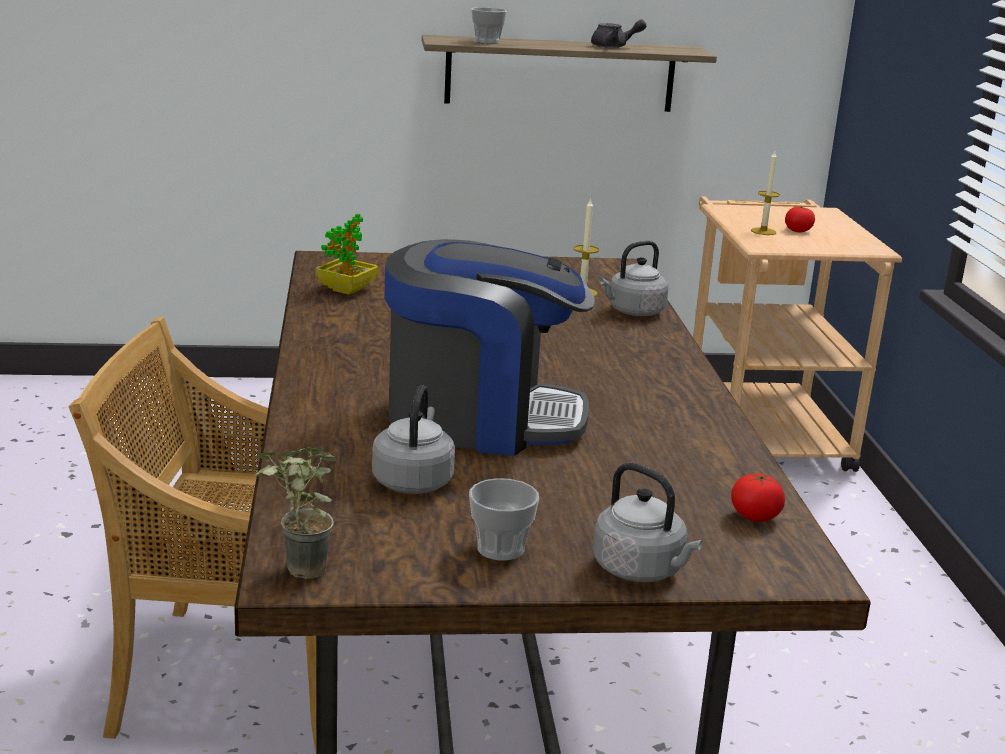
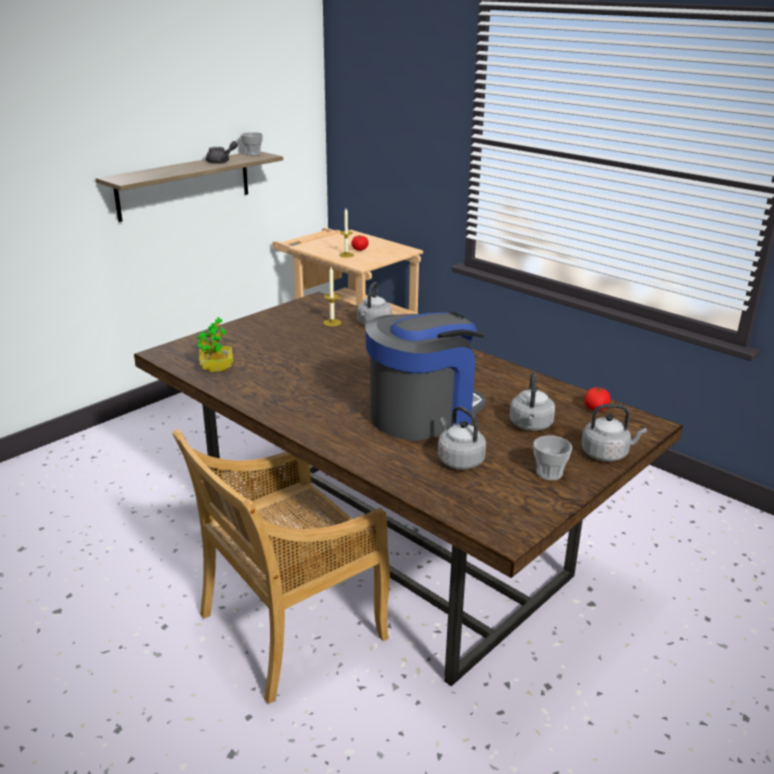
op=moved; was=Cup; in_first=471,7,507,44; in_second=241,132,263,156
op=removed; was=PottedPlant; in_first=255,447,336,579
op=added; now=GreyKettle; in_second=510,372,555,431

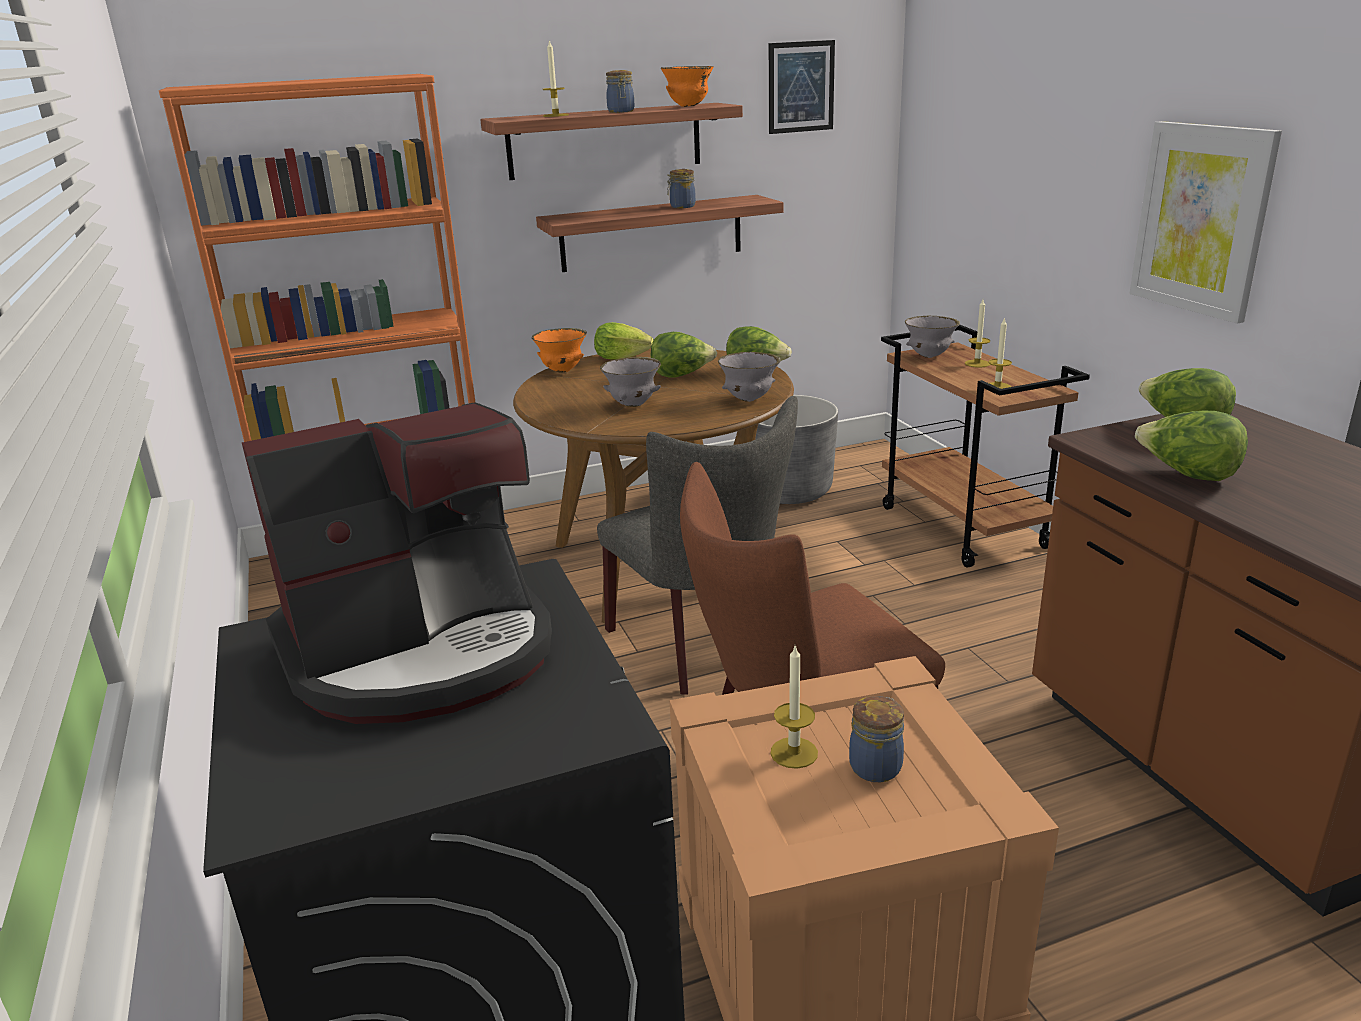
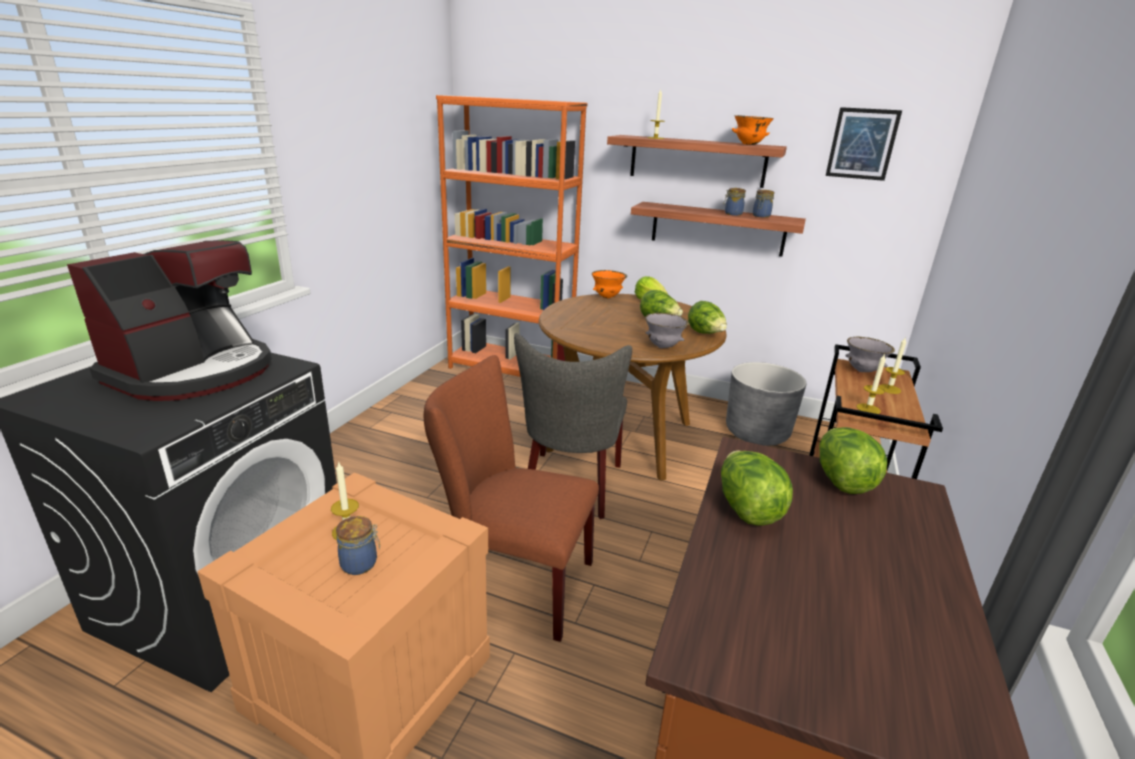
op=moved; was=Jar; in_first=606,70,634,113; in_second=753,190,774,218
op=removed; was=Picture; in_first=1130,121,1282,324
op=removed; was=GreyBowl; in_first=600,357,661,407
op=turned; was=CoffeeMachine; in_first=242,402,552,724; in_second=67,240,272,401; clockwise=-75

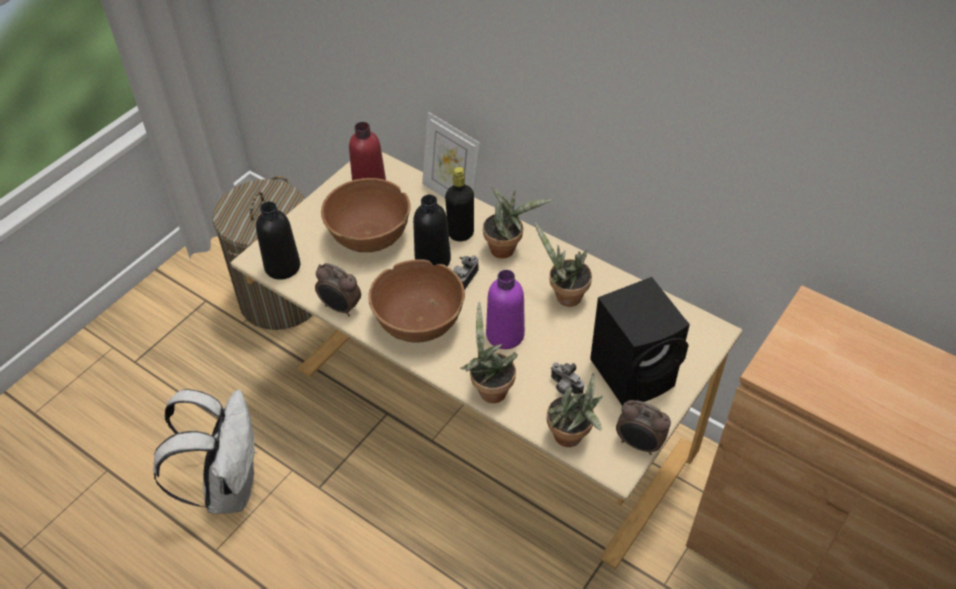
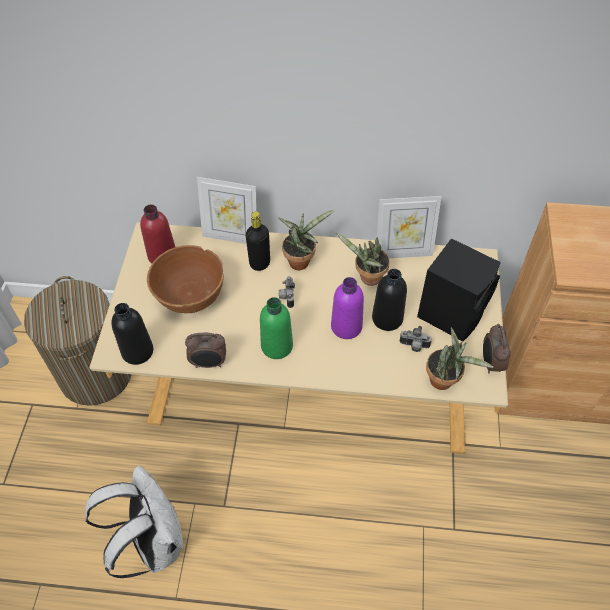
op=moved; was=BlackBottle; in_first=413,194,451,266; in_second=372,269,407,331
op=replaced; was=BrownBowl; now=GreenBottle; in_first=368,259,465,342; in_second=260,297,293,359
op=removed; was=PottedPlant; in_first=460,301,518,403
op=turned; was=AlarmClock; in_first=616,400,671,455; in_second=483,324,511,374; clockwise=90
op=added; now=PictureFrame; in_second=377,196,442,258

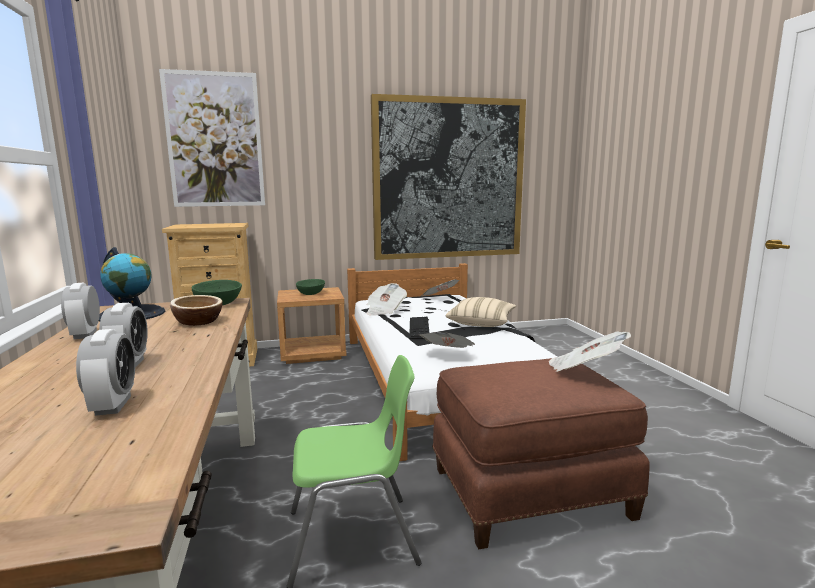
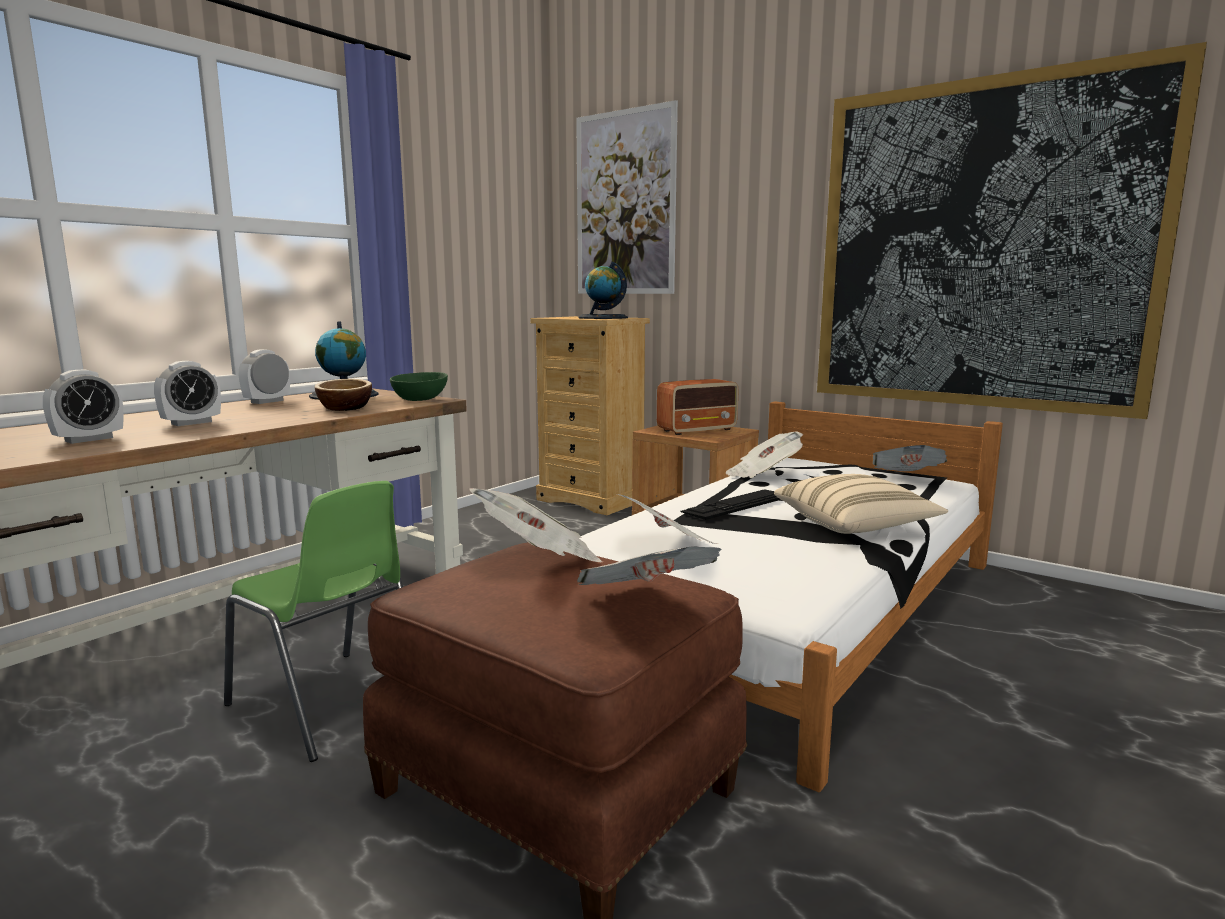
op=replaced; was=GreenBowl; now=Radio; in_first=296,279,325,295; in_second=657,379,739,435
op=added; now=Globe; in_second=579,261,628,319
op=added; now=Newspaper; in_second=469,488,603,562

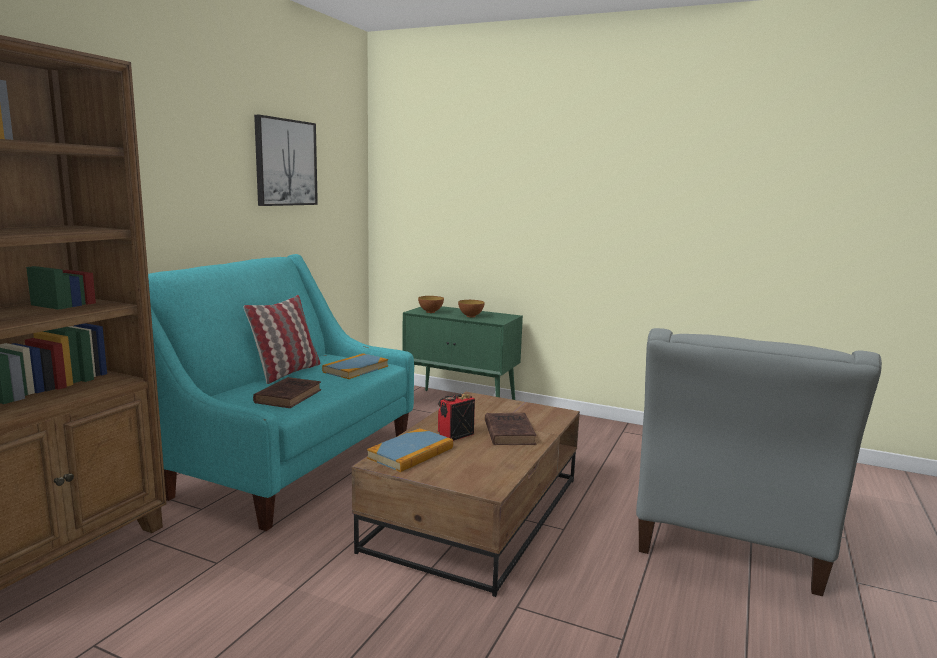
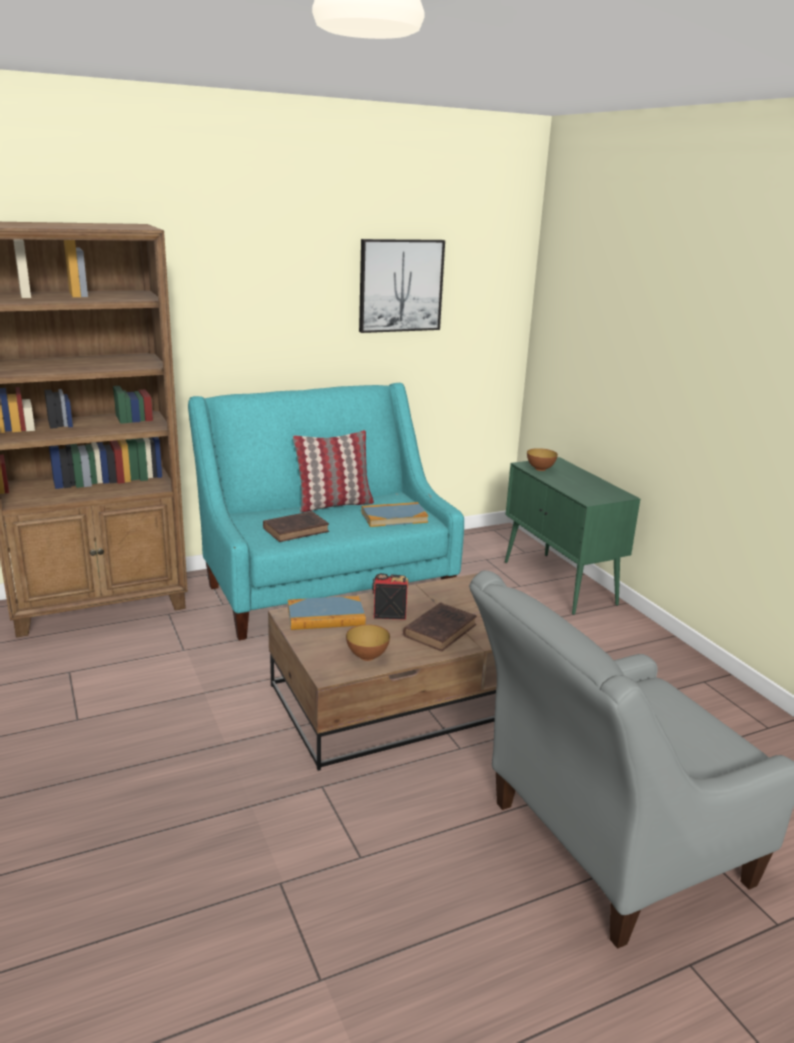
op=moved; was=Bowl; in_first=458,300,485,318; in_second=346,624,390,661

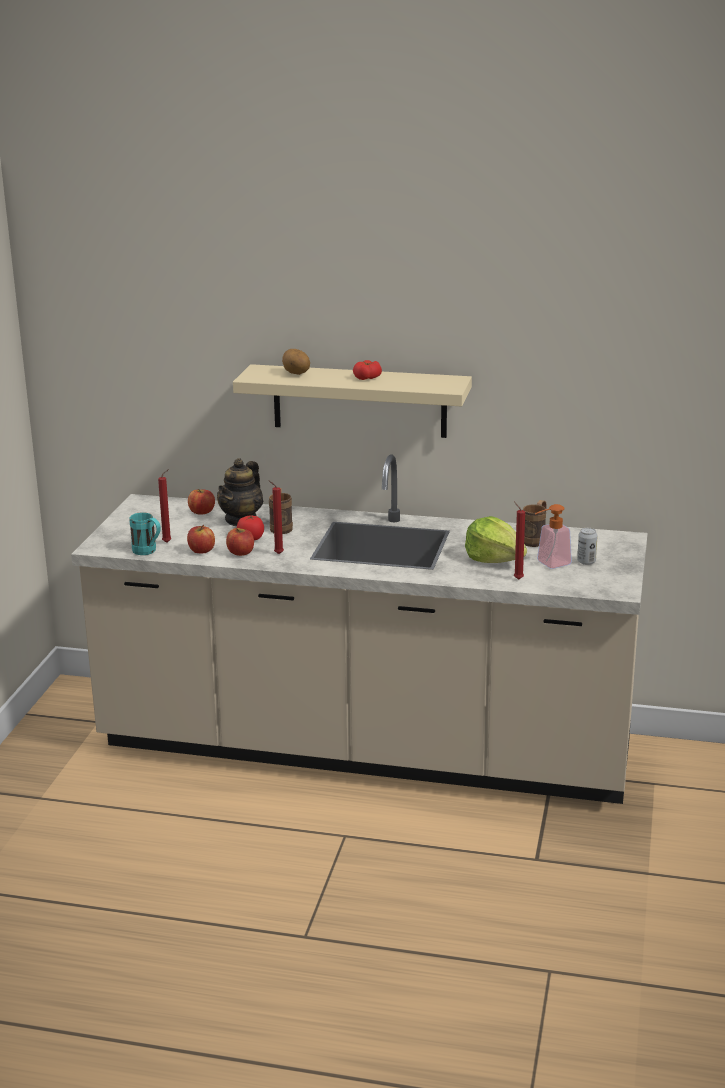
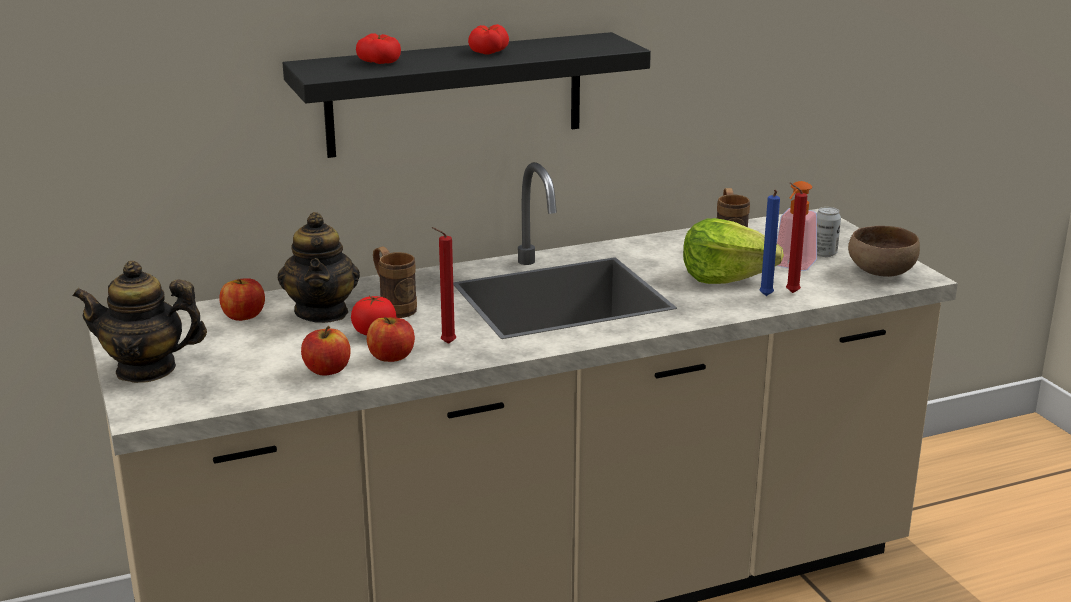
op=replaced; was=Potato; now=Tomato; in_first=282,349,310,375; in_second=356,34,401,64
op=recoloured; was=BeigeShelf; now=BlackShelf; in_first=233,364,472,438; in_second=283,32,651,158
op=removed; was=RedCandle; in_first=158,469,171,543
op=removed; was=TurquoiseMug; in_first=129,512,161,555
op=added; now=BlueCandle; in_second=759,189,780,296
op=added; now=BrownBowl; in_second=848,226,920,277
op=added; now=Teapot; in_second=73,261,207,383

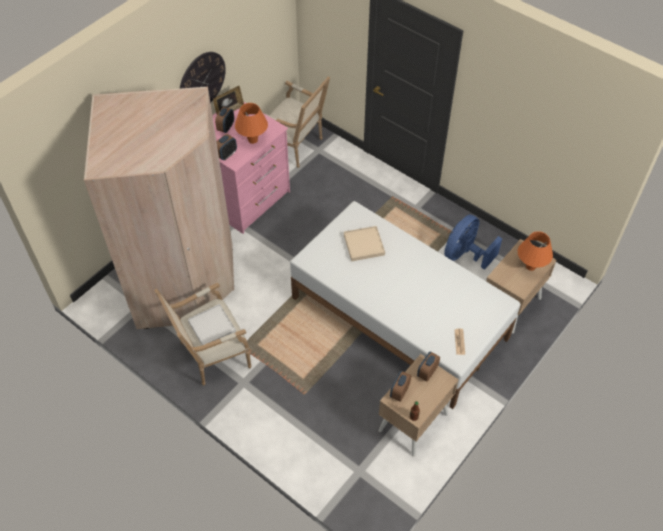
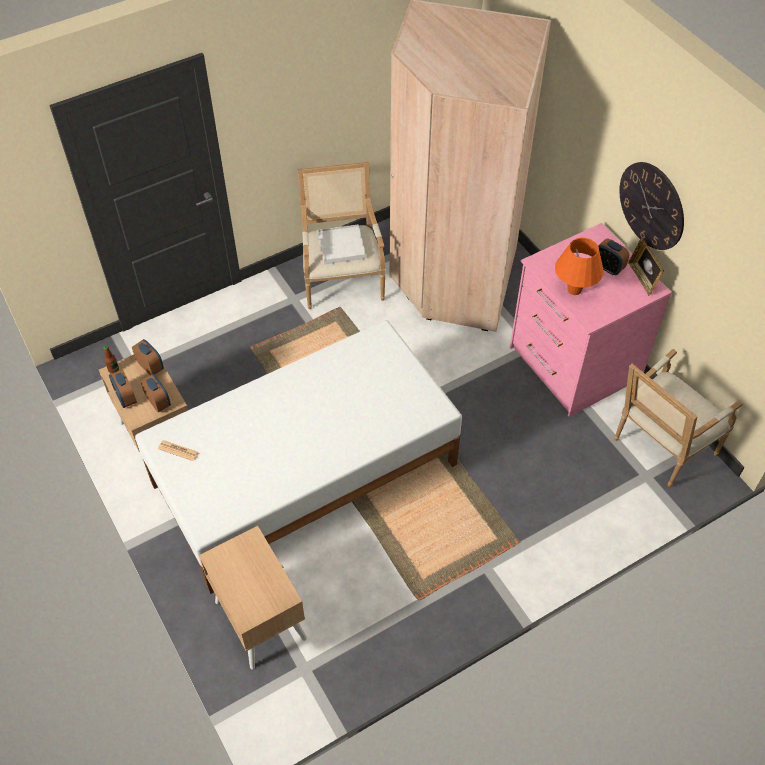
op=moved; was=AlarmClock; in_first=216,134,237,160; in_second=109,369,137,408
op=removed; was=BlueFan; in_first=444,214,502,270
op=removed; was=BeigeTray; in_first=344,226,385,261
op=removed; was=OrangeTableLamp; in_first=518,231,553,271

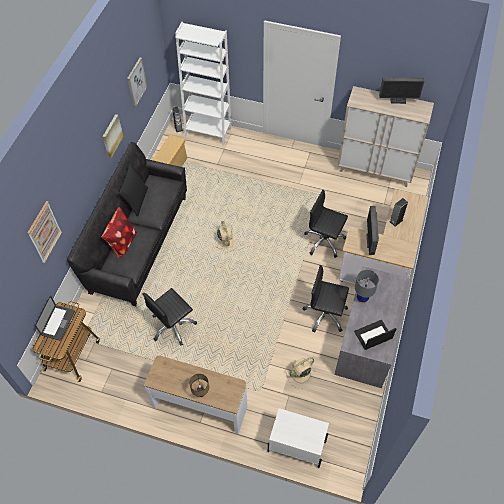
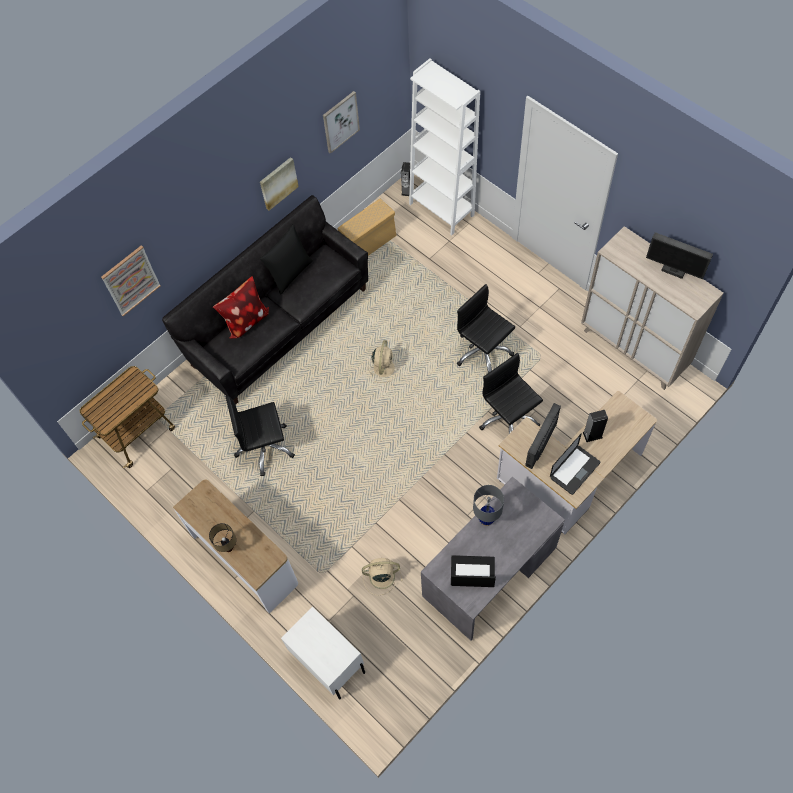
op=moved; was=BlackOfficeChair; in_first=303,265,349,333; in_second=457,284,515,373
op=moved; was=Laptop; in_first=35,295,75,341; in_second=550,433,600,495

